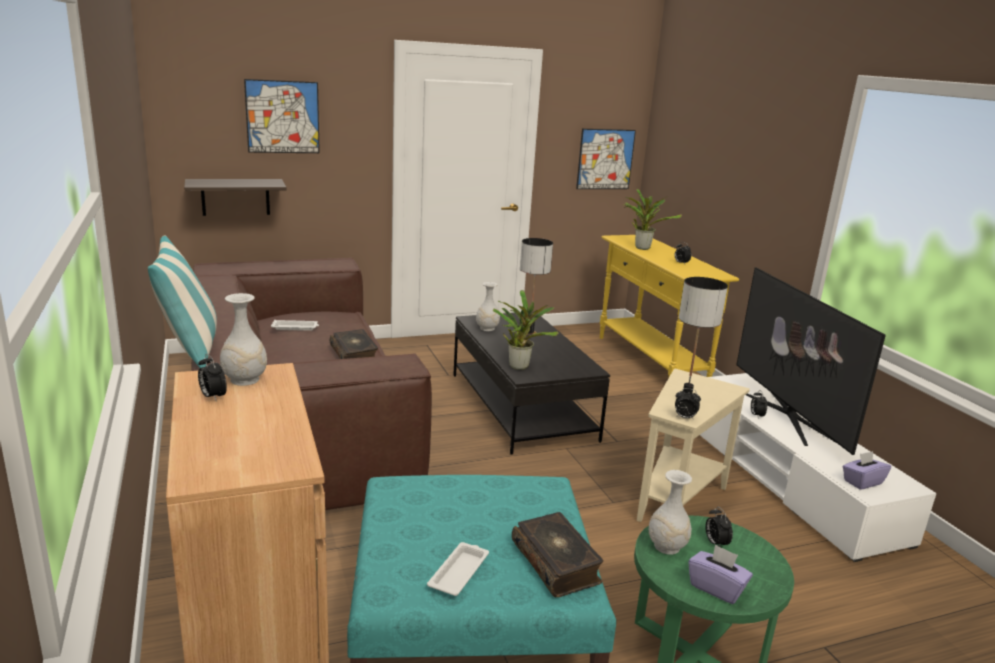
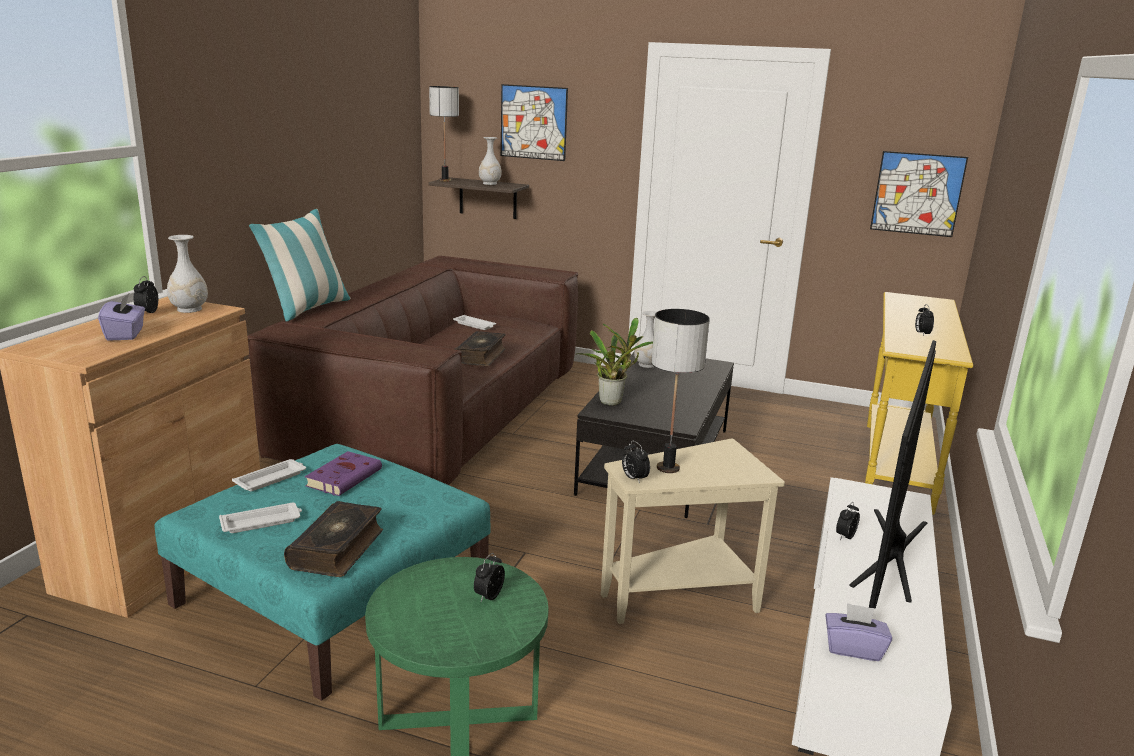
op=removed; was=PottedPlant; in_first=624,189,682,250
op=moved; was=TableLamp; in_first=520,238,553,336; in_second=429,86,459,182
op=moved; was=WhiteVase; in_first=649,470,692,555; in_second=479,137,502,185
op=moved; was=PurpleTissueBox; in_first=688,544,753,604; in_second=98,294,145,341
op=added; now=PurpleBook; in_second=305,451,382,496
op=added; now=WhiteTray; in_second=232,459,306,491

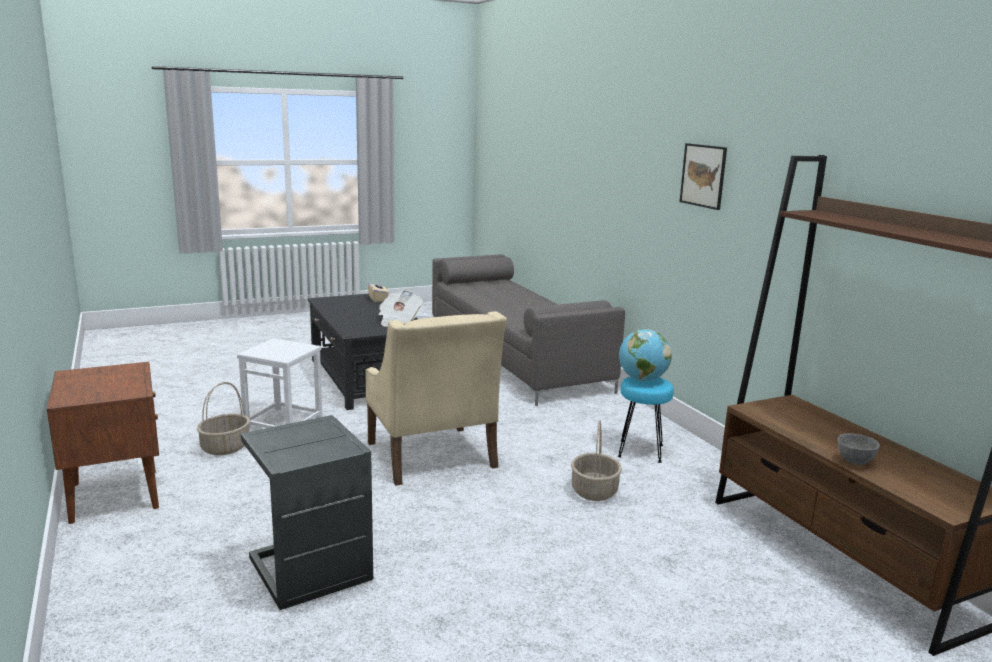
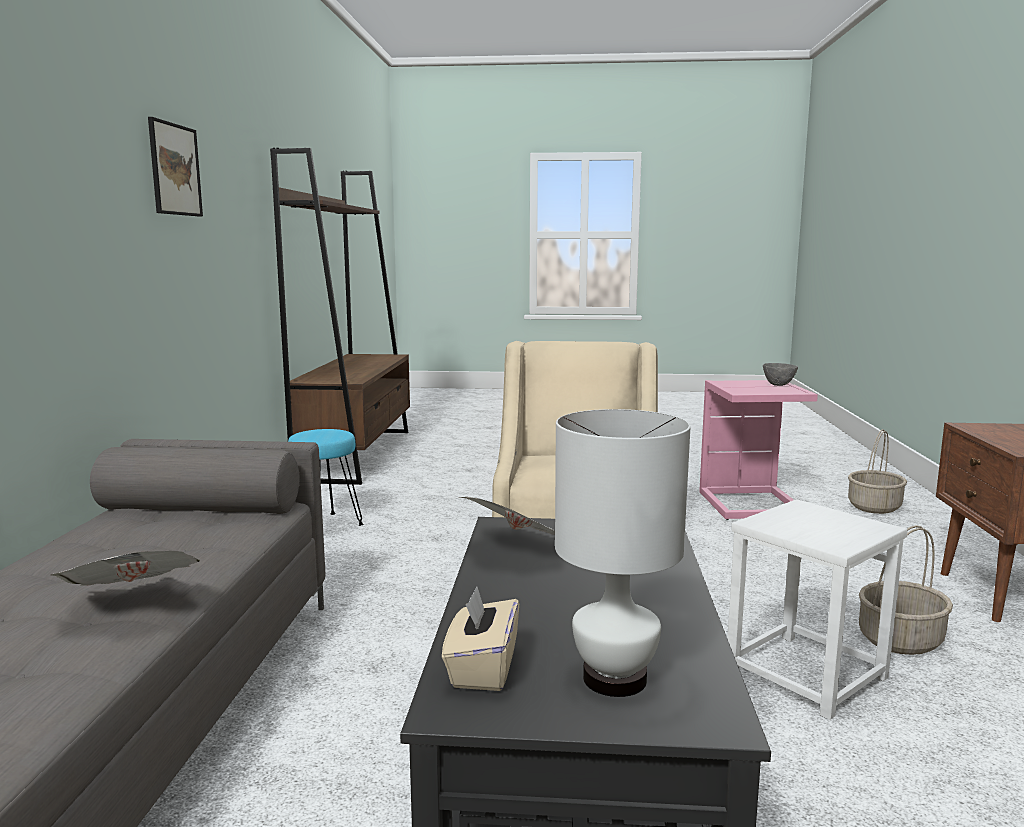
op=removed; was=Globe; in_first=619,329,672,381
op=recoloured; was=GreySideTable; now=PinkSideTable; in_first=241,415,373,610; in_second=699,380,818,520
op=moved; was=Basket; in_first=571,420,622,501; in_second=848,429,907,514
op=moved; was=GreyBowl; in_first=837,433,880,465; in_second=763,363,798,386
op=added; now=WhiteTableLamp; in_second=555,409,691,697
op=added; now=Newspaper; in_second=51,551,200,585

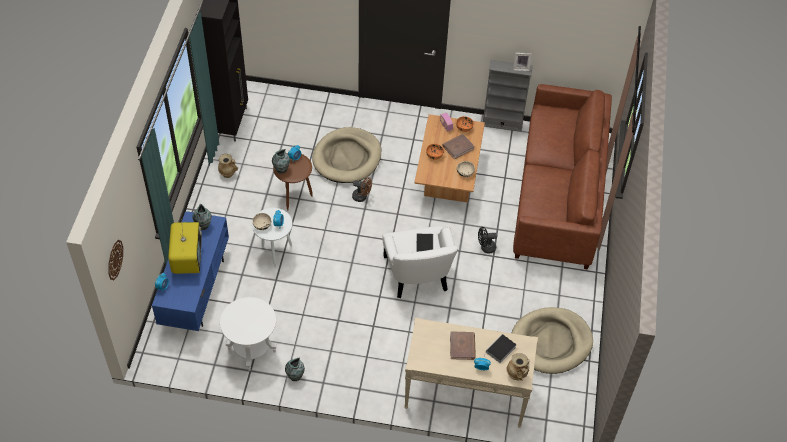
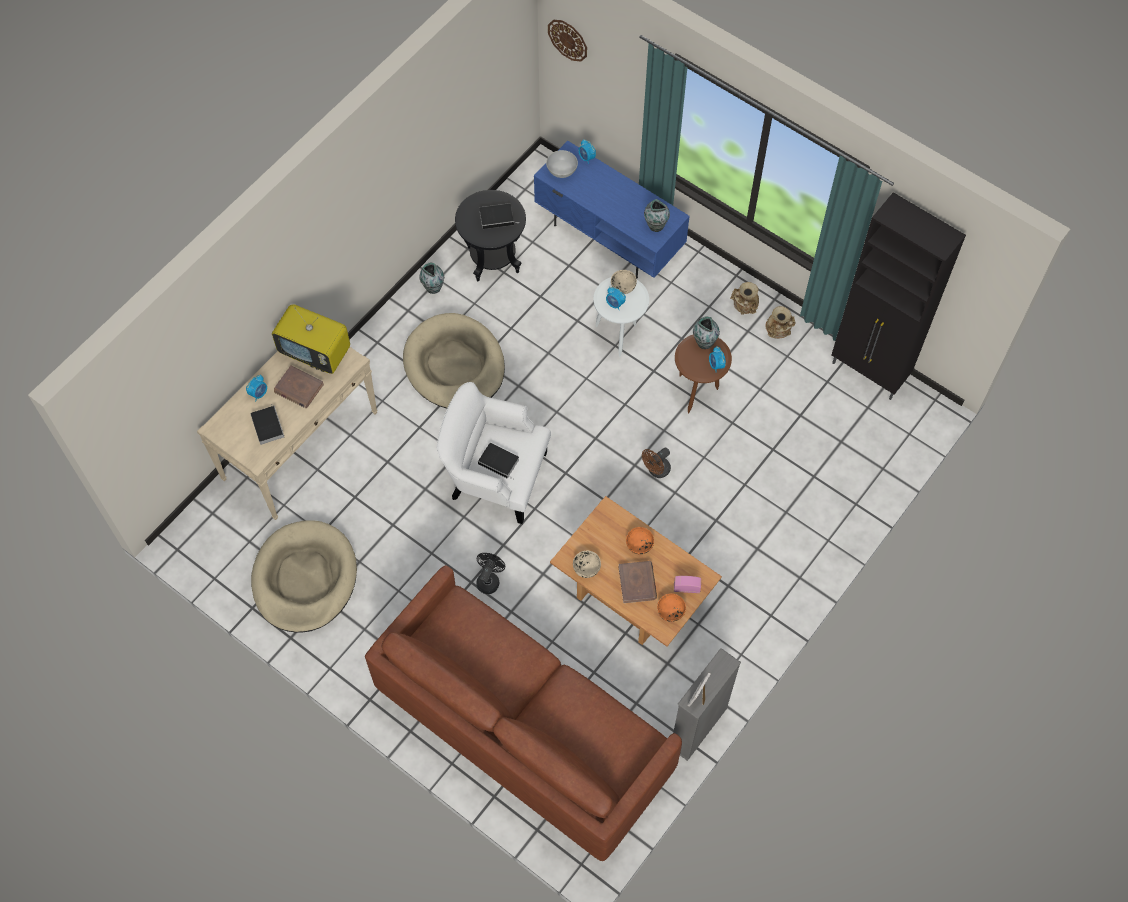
op=moved; was=BeigeDogBed; in_first=312,127,381,183; in_second=403,313,505,408
op=moved; was=Television; in_first=168,219,202,274; in_second=272,304,350,374
op=recoloured; was=WhiteSideTable; now=BlackSideTable; in_first=220,297,277,371; in_second=455,190,526,281
op=moved; was=BeigeVase; in_first=506,353,530,381; in_second=730,282,759,315
op=added; now=WhiteBowl; in_second=546,150,578,178
op=added; now=Book; in_second=479,203,515,229

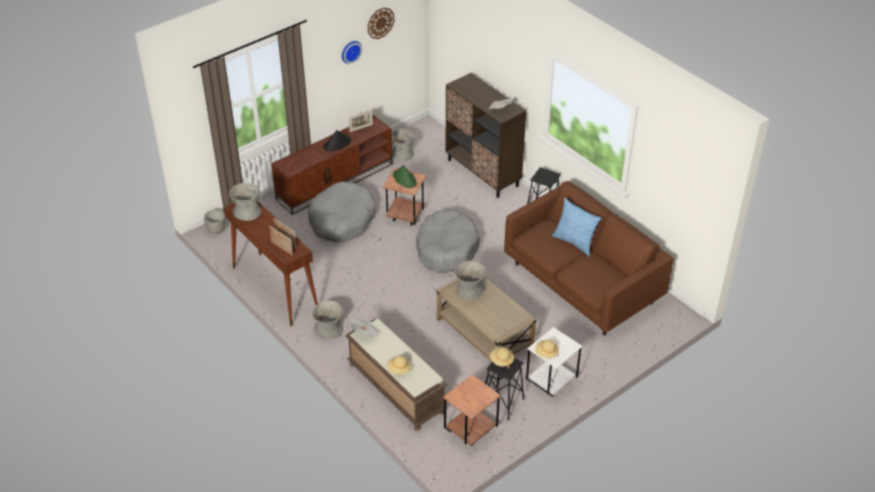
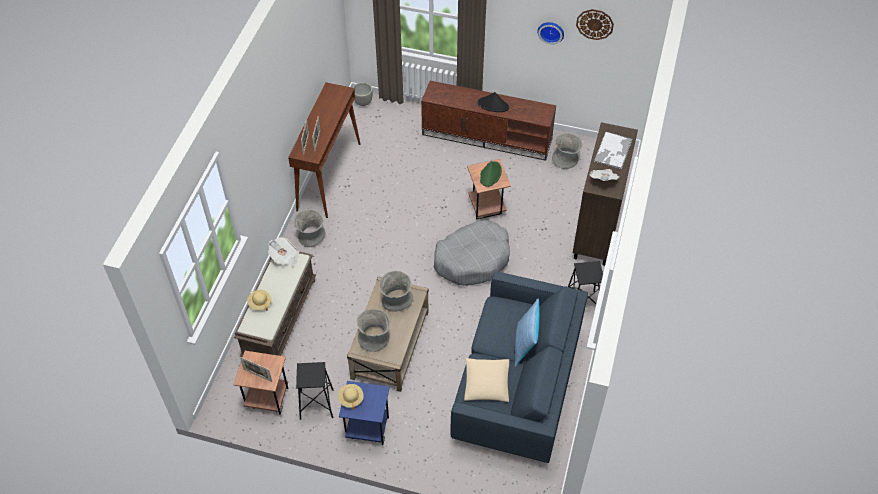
op=moved; was=PictureFrame; in_first=349,110,373,132; in_second=240,357,272,382
op=removed; was=GreyDogBed; in_first=308,181,376,242
op=recoloured; was=BrownSofa; now=BlueSofa; in_first=504,181,674,335; in_second=450,272,588,463
op=moved; was=GreyVase; in_first=229,183,261,221; in_second=357,309,390,352
op=recoloured; was=WhiteSideTable; now=BlueSideTable; in_first=526,327,582,397; in_second=339,381,390,445
op=removed; was=BeigeHat; in_first=490,347,514,369
op=added; now=Tray; in_second=594,131,632,169
op=added; now=BeigePillow; in_second=464,358,509,402

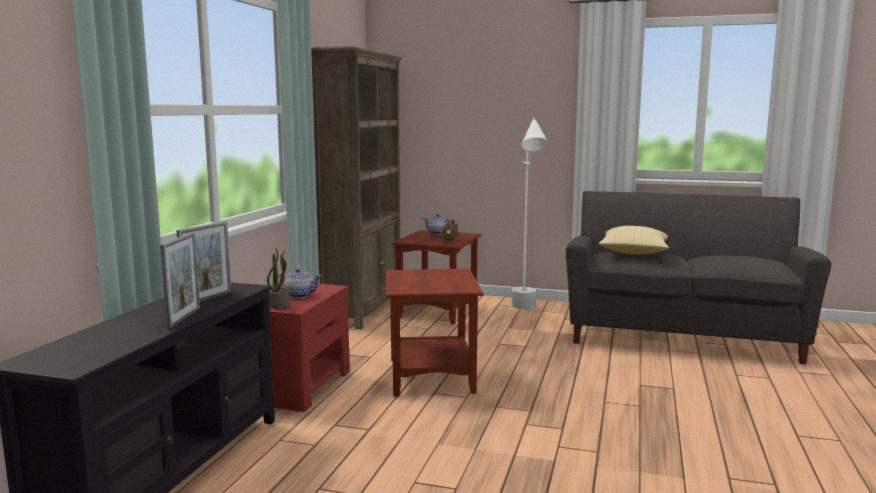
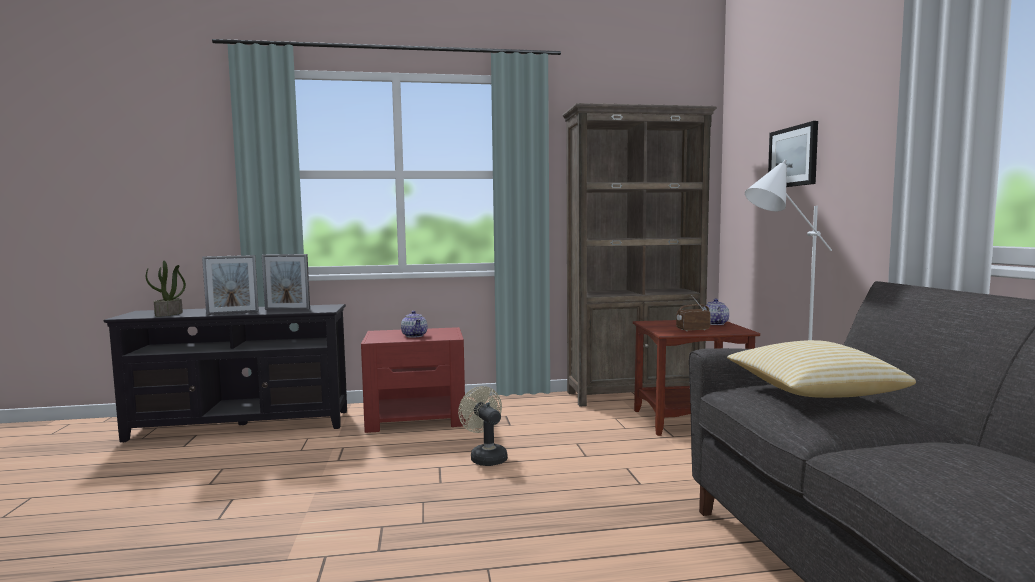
op=moved; was=PottedPlant; in_first=267,248,290,309; in_second=146,261,186,317
op=replaced; was=BrownSideTable; now=BeigeFan; in_first=385,268,483,397; in_second=458,386,508,466
op=added; now=Picture; in_second=768,121,818,187

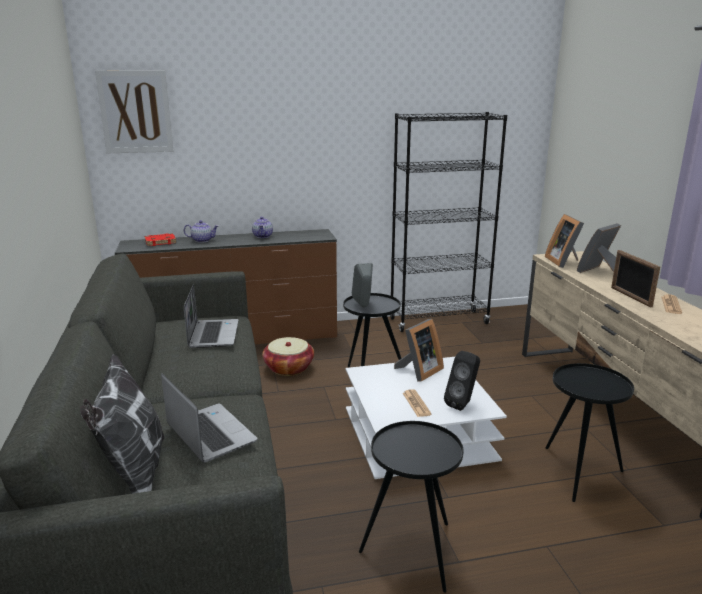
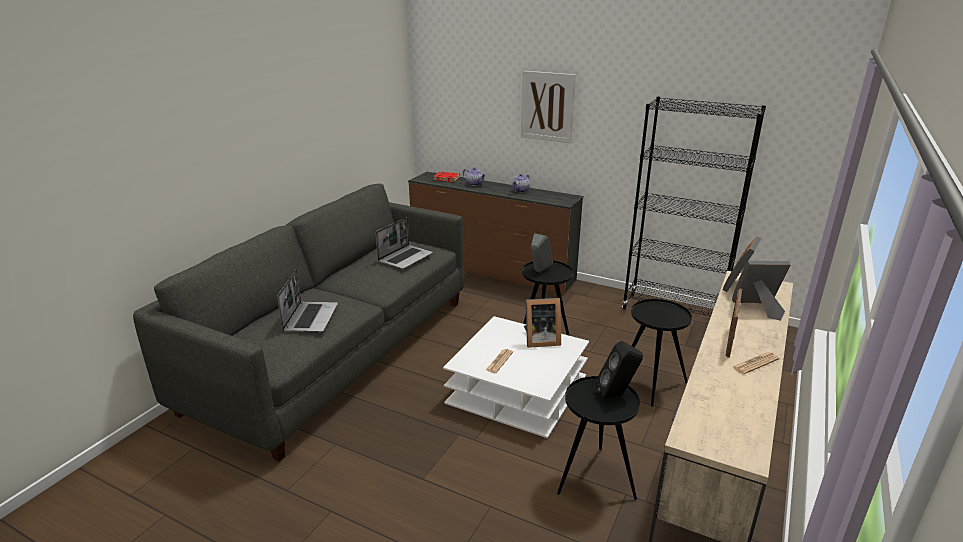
op=moved; was=Picture; in_first=95,70,173,153; in_second=521,71,576,143
op=removed; was=Basket; in_first=262,337,314,376
op=moved; was=BlackSpeaker; in_first=444,351,480,411; in_second=596,341,643,399
op=removed; was=Pillow; in_first=80,354,165,494
op=moved; was=BlackSideTable; in_first=359,421,464,593; in_second=631,299,692,407

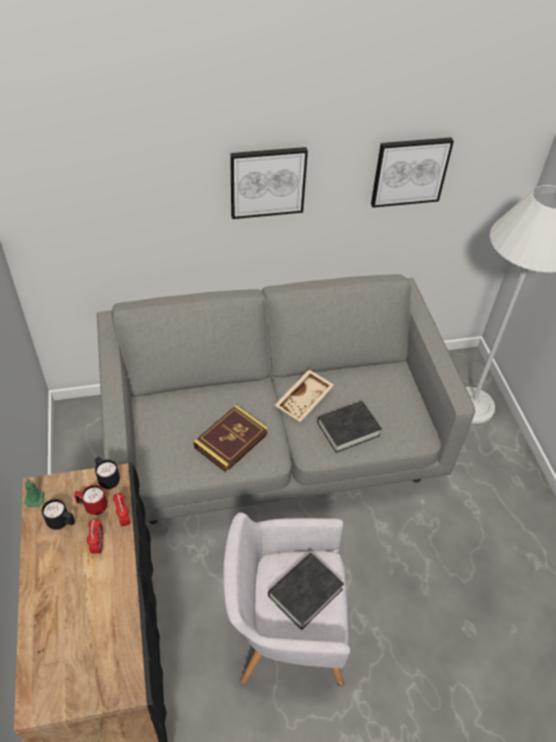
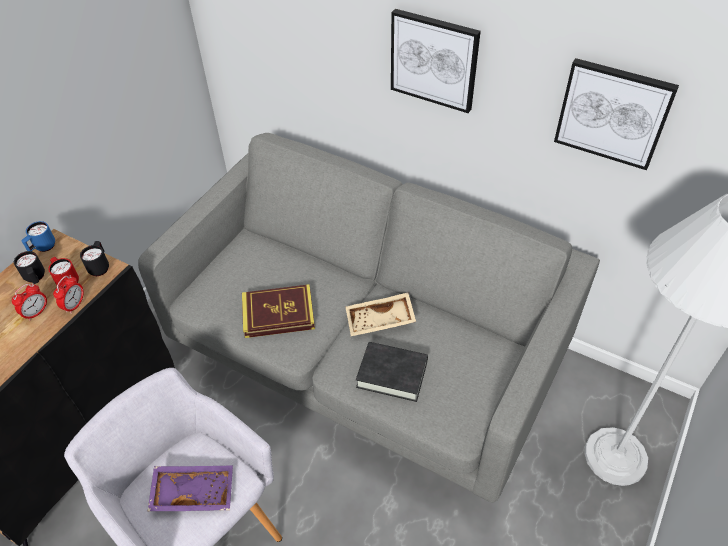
op=replaced; was=GreenCandle; now=BlueMug; in_first=24,478,44,507; in_second=21,221,55,252
op=replaced; was=BlackBook; now=PurpleTray; in_first=268,553,344,630; in_second=148,466,233,511

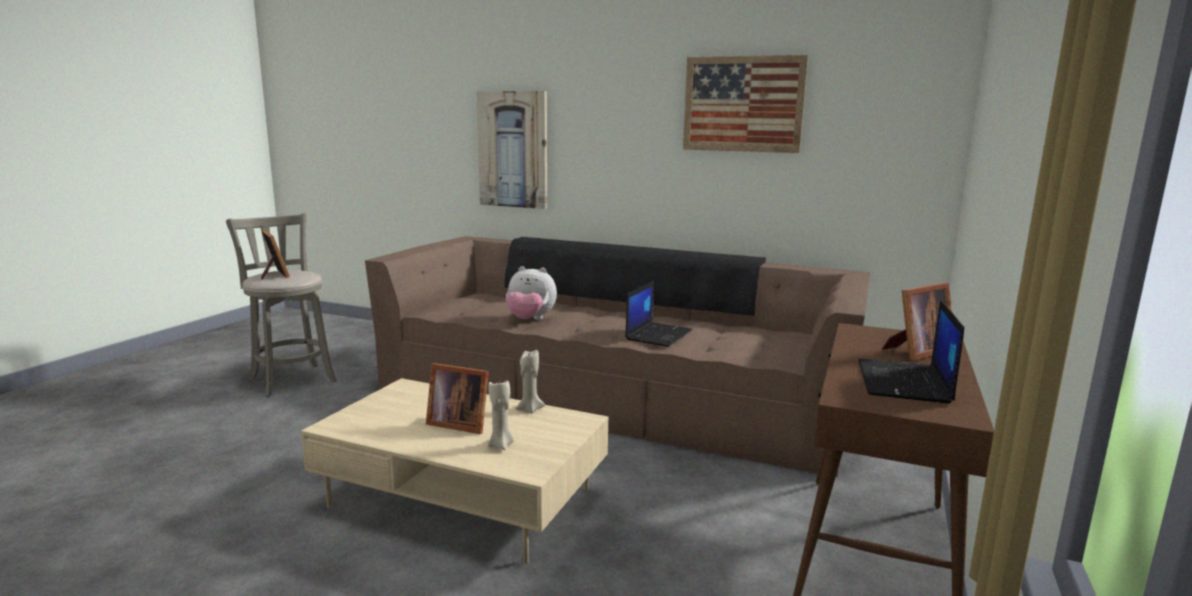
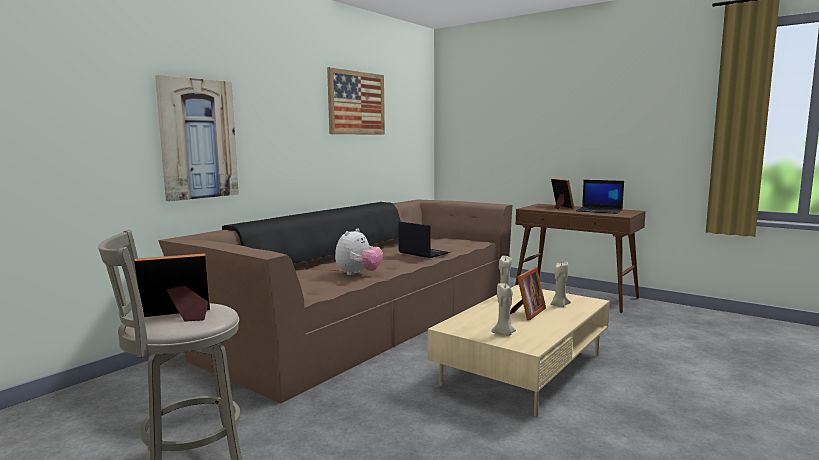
op=added; now=BeigeCandle; in_second=491,283,516,336

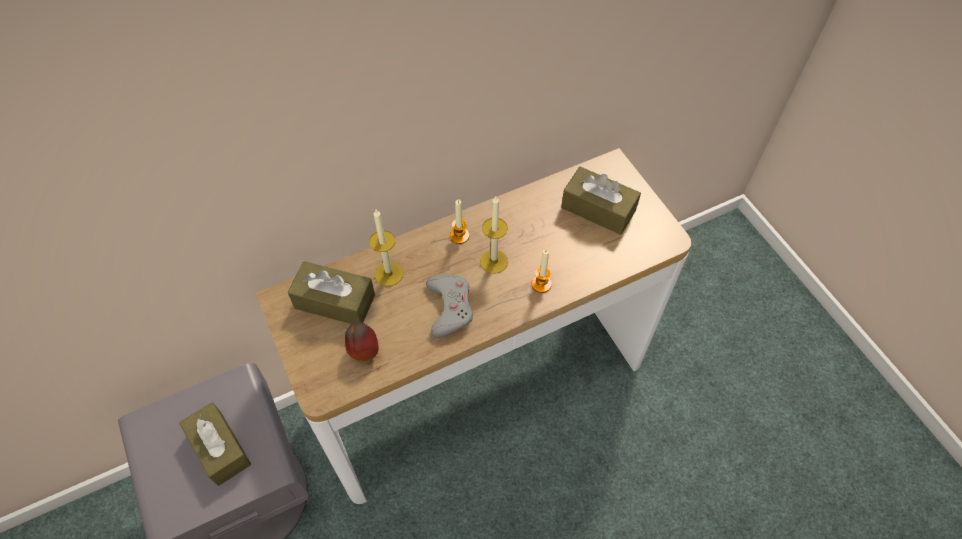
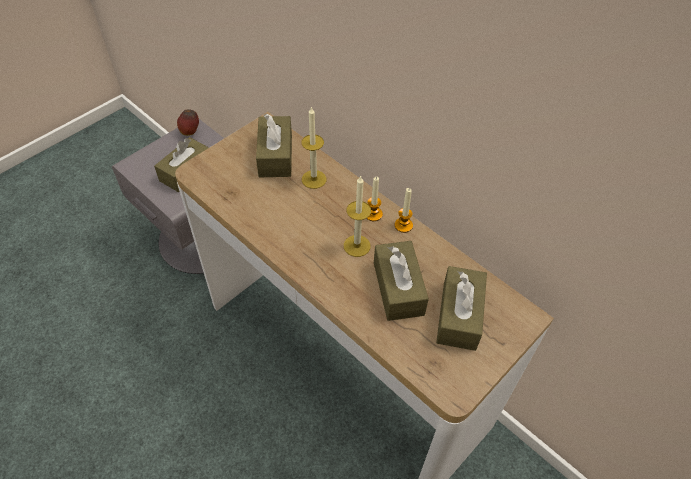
op=moved; was=Candle; in_first=532,250,552,293; in_second=395,188,413,233
op=removed; was=GreyGameController; in_first=426,275,473,338
op=moved; was=Apple; in_first=345,321,378,361; in_second=177,109,199,136
op=added; now=BrownTissueBox; in_second=374,241,429,321

